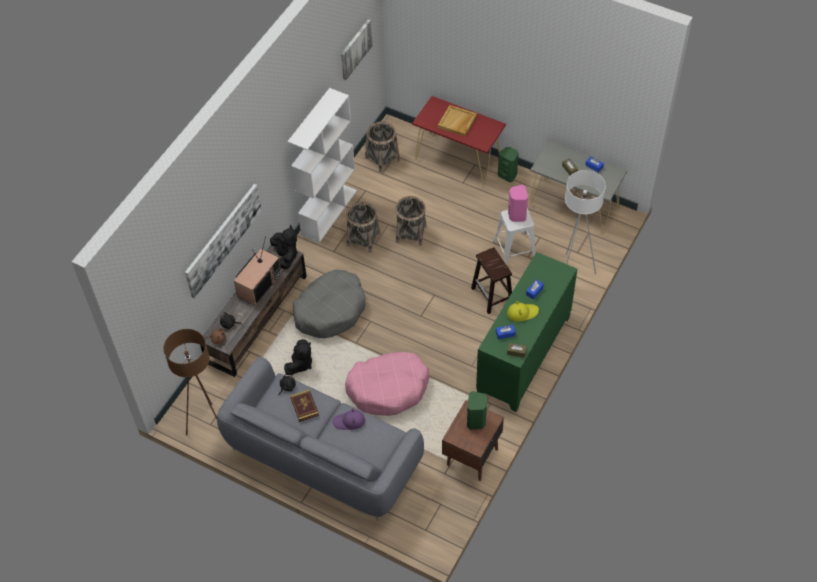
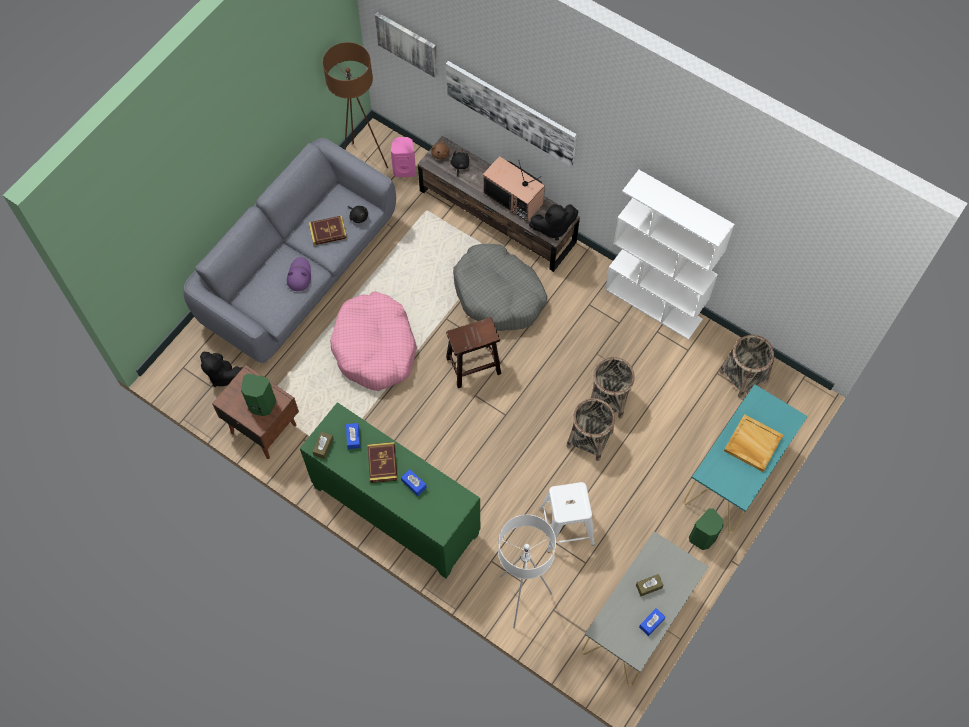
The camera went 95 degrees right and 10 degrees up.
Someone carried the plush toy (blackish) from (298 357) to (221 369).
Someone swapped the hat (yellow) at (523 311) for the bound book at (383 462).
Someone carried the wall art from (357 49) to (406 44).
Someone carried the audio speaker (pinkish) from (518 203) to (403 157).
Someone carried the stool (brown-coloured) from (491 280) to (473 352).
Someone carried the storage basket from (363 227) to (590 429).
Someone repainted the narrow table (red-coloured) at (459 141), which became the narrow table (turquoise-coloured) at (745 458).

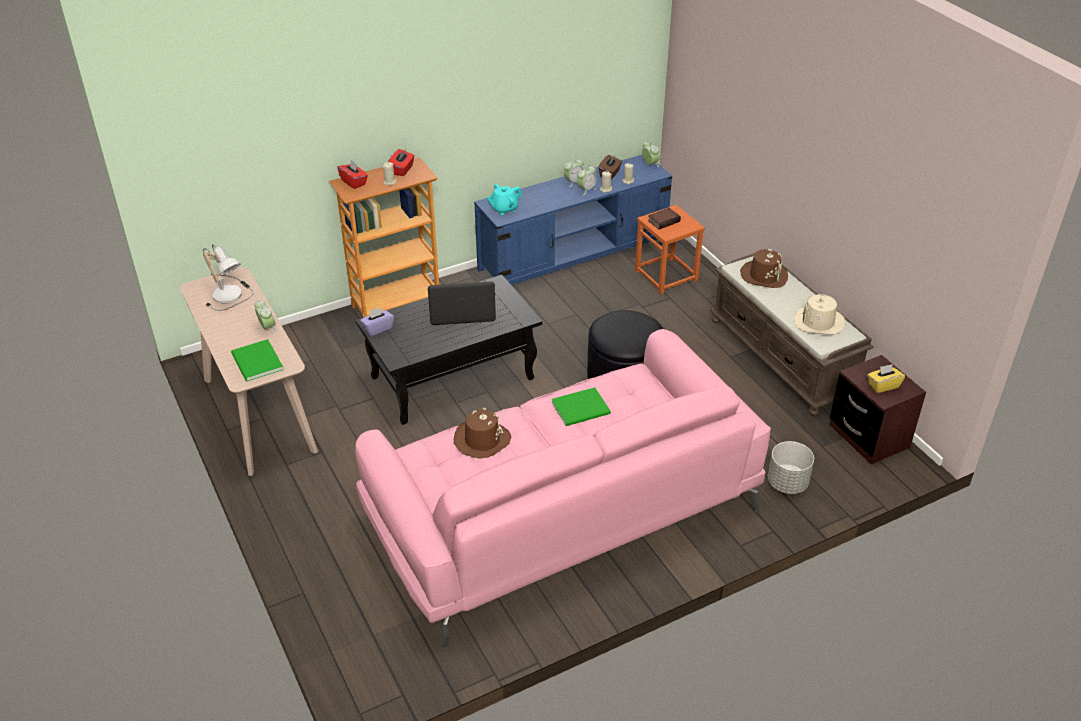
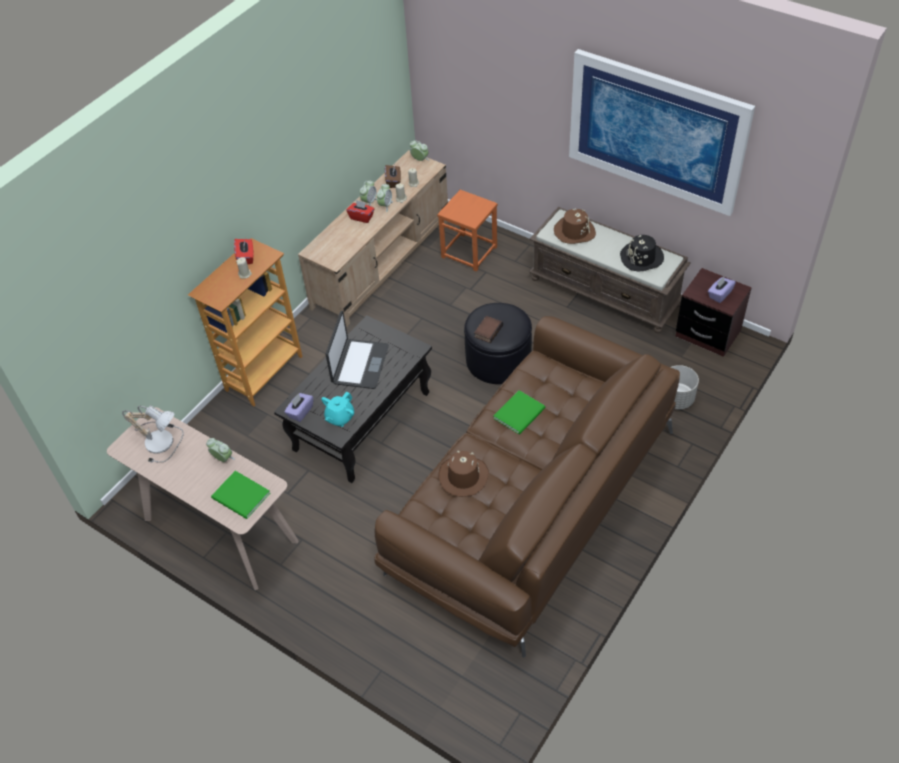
The camera went 25 degrees left and 10 degrees up.
Someone repainted the media console (blue) at (573 220), which became the media console (beige) at (373 238).
Someone carried the tea pot (turquoise-coloured) from (504 199) to (337 409).
Someone rotated the laptop at (462 303) by 135 degrees clockwise.
Someone carried the tissue box (red-coloured) from (352 174) to (360 211).
Someone repainted the sofa (pinkish) at (563 488), which became the sofa (brown-coloured) at (527 487).
Someone carried the bound book from (664 219) to (488 329).
Someone put up the wall art at (662 132).
Someone repainted the hat (beige) at (819 314), which became the hat (blackish) at (642 253).
Someone repainted the tissue box (yellow) at (886 378), which became the tissue box (purplish) at (722 290).

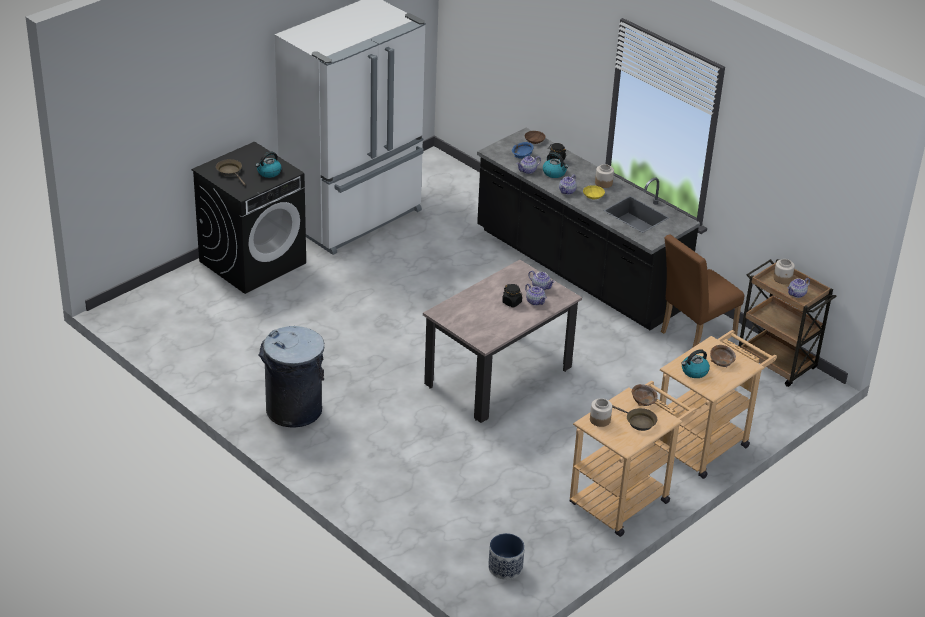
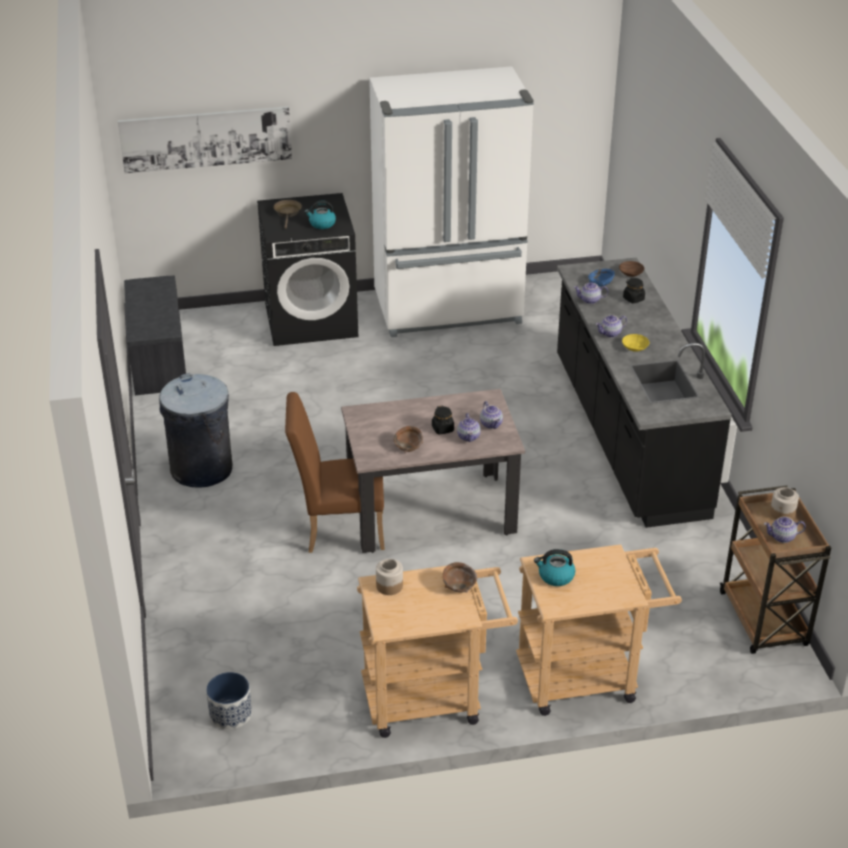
The camera went 35 degrees right and 0 degrees up.
Someone put up the wall art at (205 140).
Someone put down the long seat (grey) at (155 335).
Someone carried the plain chair (brown-coloured) from (703 291) to (334 472).
Someone carried the serving bowl (brown-coloured) from (723 356) to (408 439).
Someone took away the water kettle at (555 165).
Someone took away the storage jar at (604 176).
Someone took away the pan (brown-coloured) at (634 418).

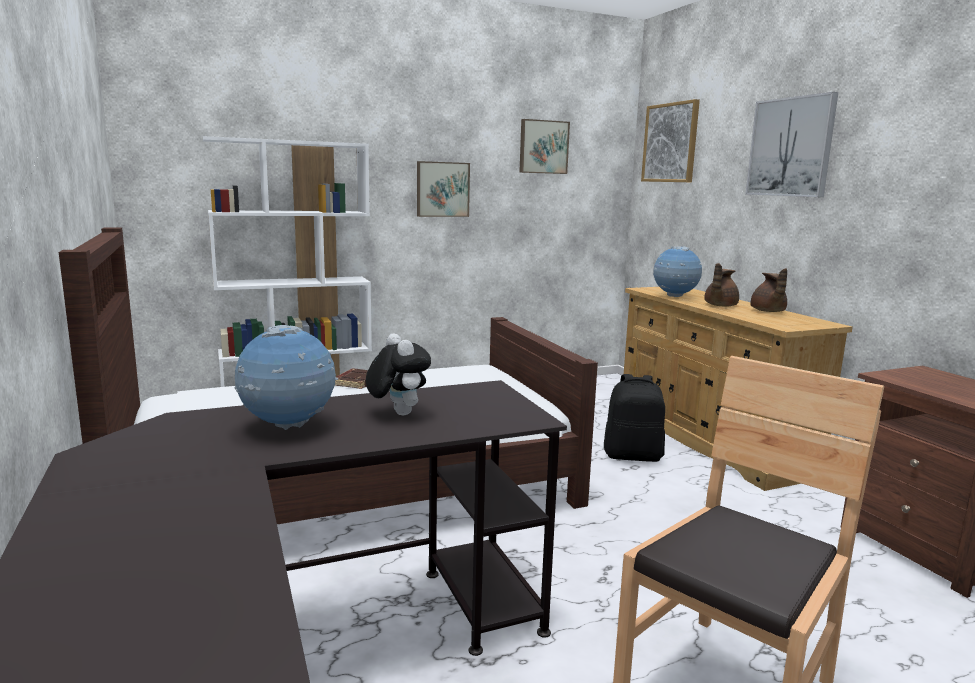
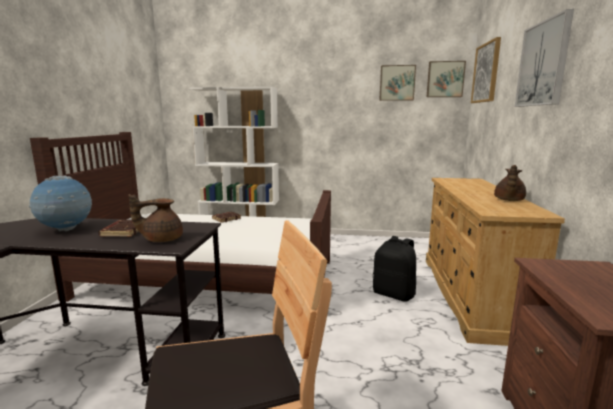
The camera went 30 degrees right and 0 degrees up.
Someone swapped the plush toy at (398 374) for the bound book (brown-coloured) at (118 228).
Someone carried the tea pot (brown-coloured) from (721 285) to (155 218).
Someone carried the wall art from (443 189) to (446 79).
Someone took away the globe at (677 271).

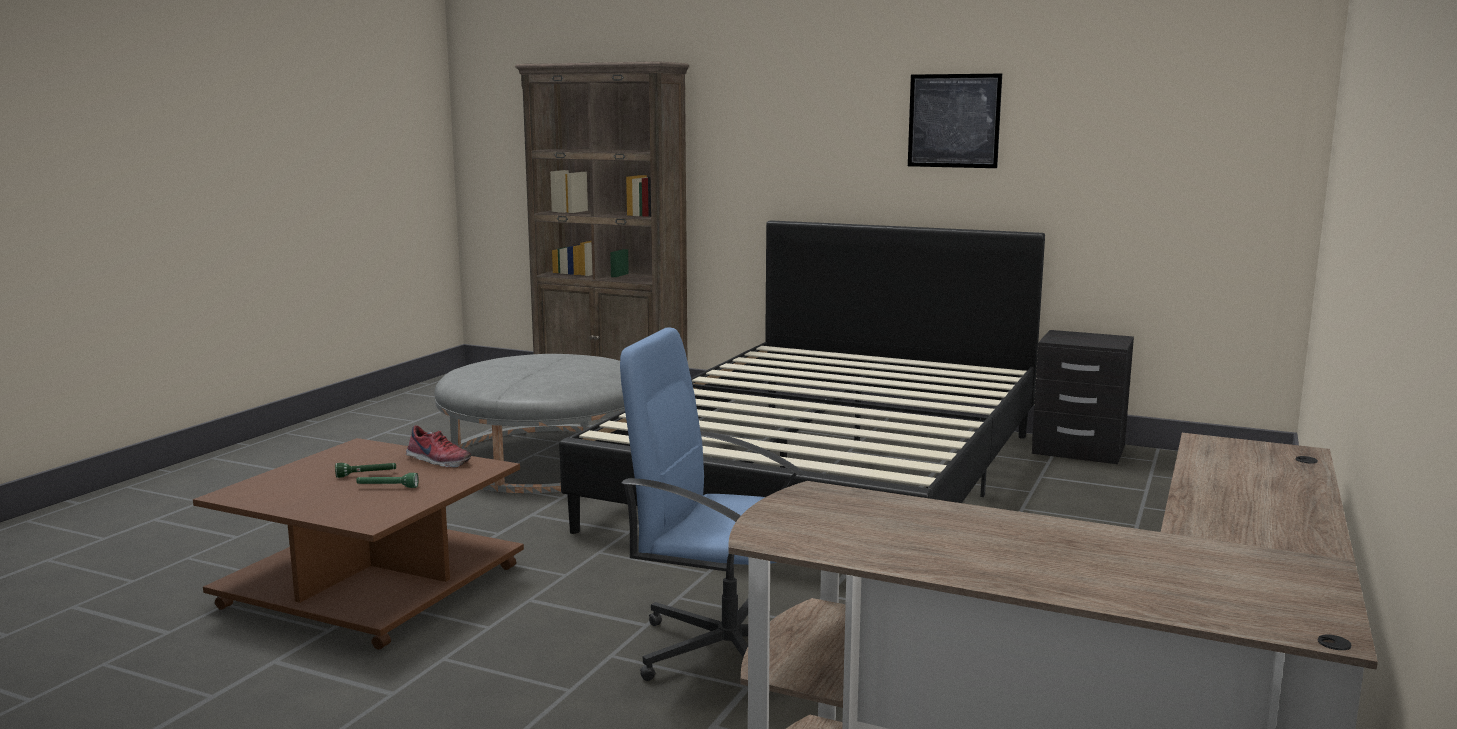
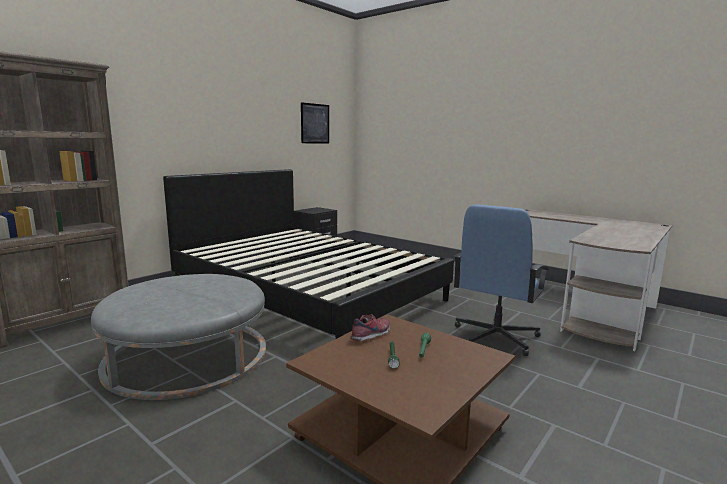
The camera went 75 degrees left and 0 degrees up.
Someone carried the wall art from (955 121) to (315 122).

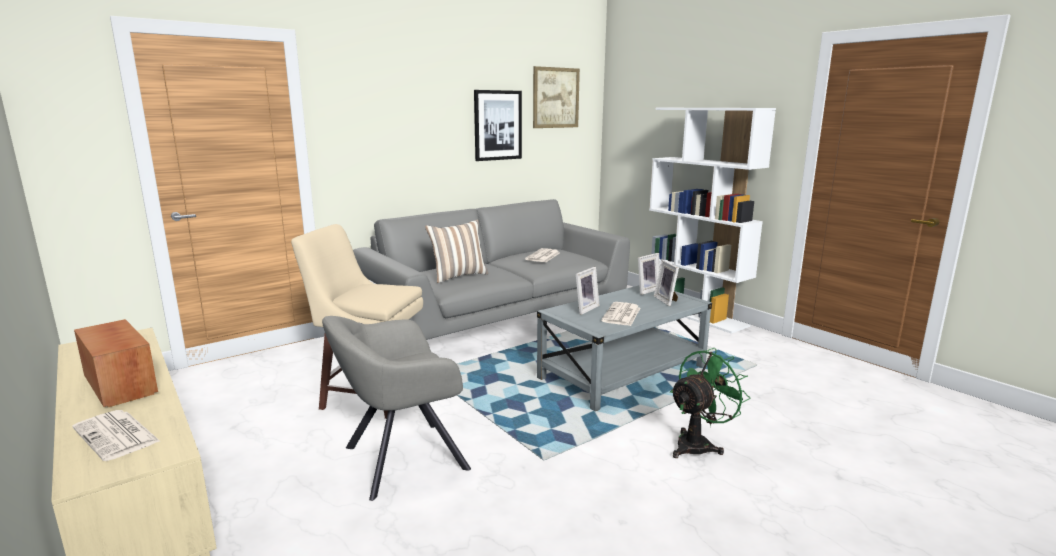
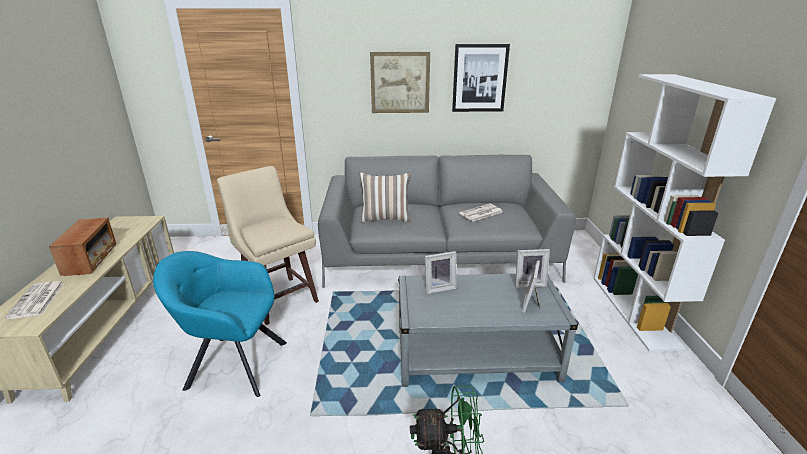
The camera went 35 degrees right and 10 degrees up.
Someone repainted the lounge chair (grey) at (396 408), which became the lounge chair (turquoise-coloured) at (220 324).
Someone carried the wall art from (556 97) to (400 82).
Someone took away the daily paper at (620 314).

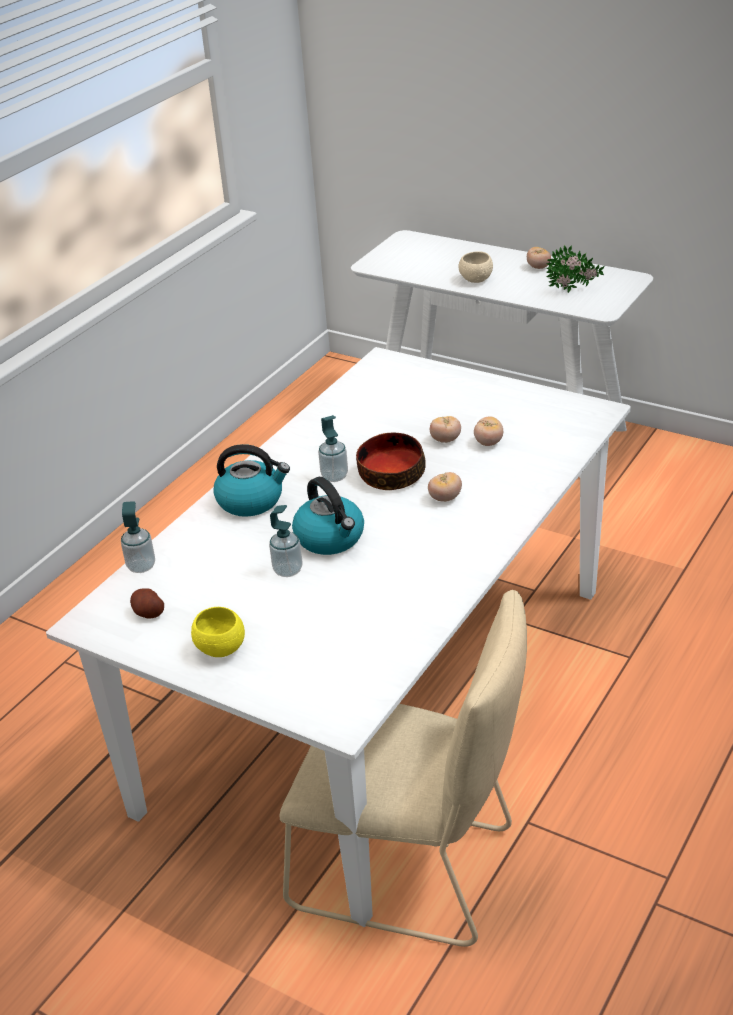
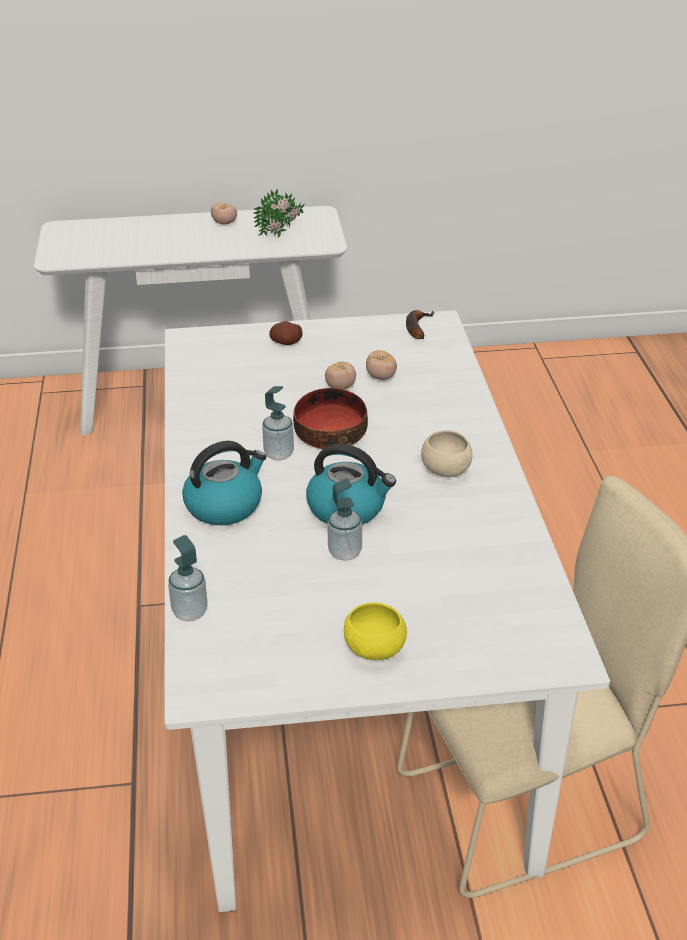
The camera went 40 degrees left and 0 degrees up.
Someone carried the whole potato from (147 603) to (285 333).
Someone put down the banana fruit at (420 324).
Someone carried the serving bowl (beige) from (475 267) to (447 453).
Someone took away the tomato at (445 487).

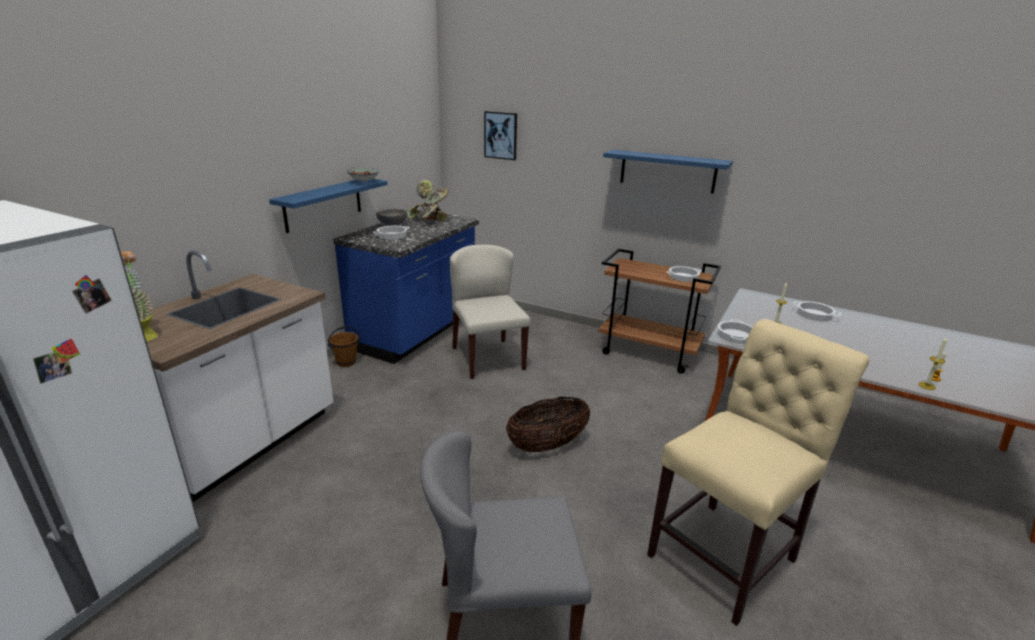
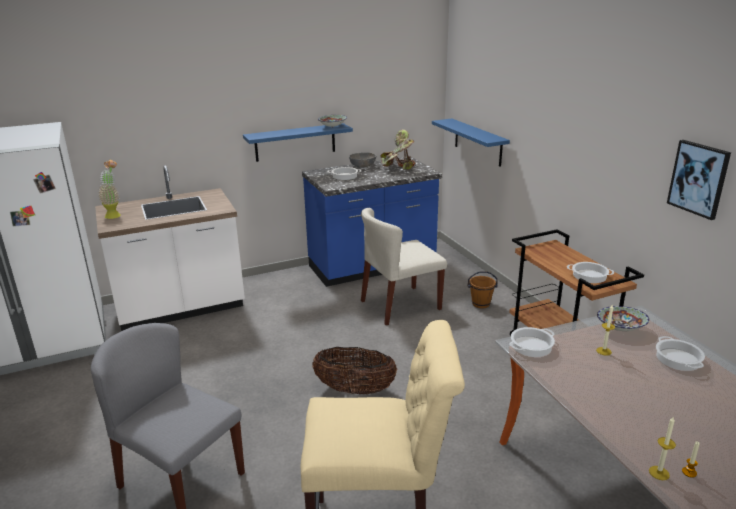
The camera went 40 degrees right and 0 degrees up.
Someone rotated the plain chair (beige) at (490 312) by 135 degrees counterclockwise.
Someone carried the bracket shelf (blue) from (668 172) to (471 143).
Someone carried the pail (brown-coloured) from (344 346) to (482 289).
Someone put down the serving bowl at (623 318).
Someone carried the wall art from (500 135) to (699 180).

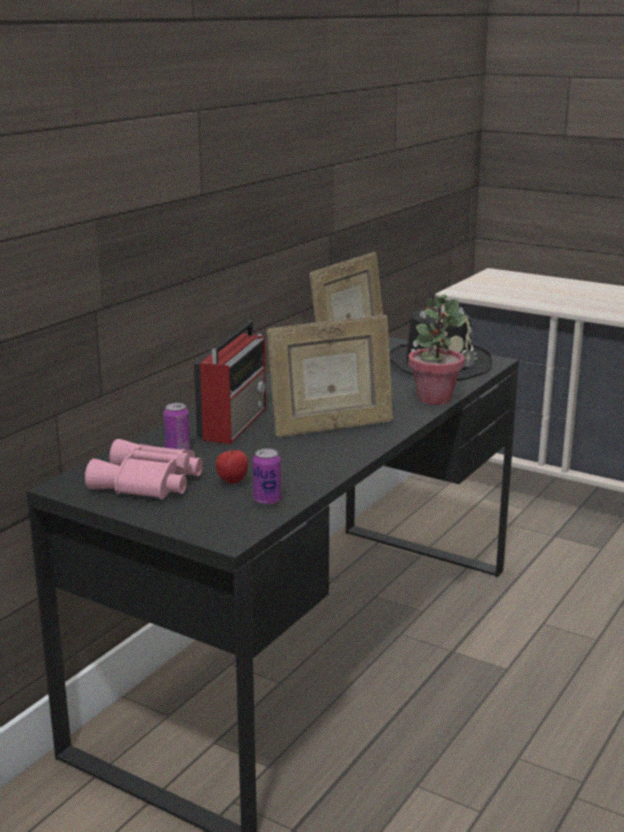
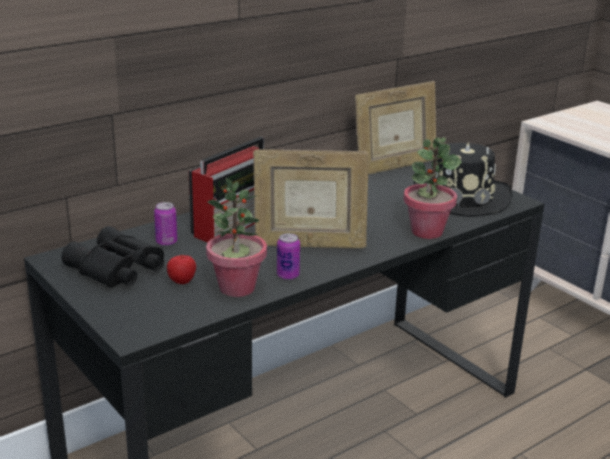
The camera went 20 degrees right and 5 degrees up.
Someone repainted the field glasses (pinkish) at (144 469), which became the field glasses (blackish) at (113 257).
Someone put down the plant in a pot at (236 237).
Someone carried the can from (267 476) to (288 256).

